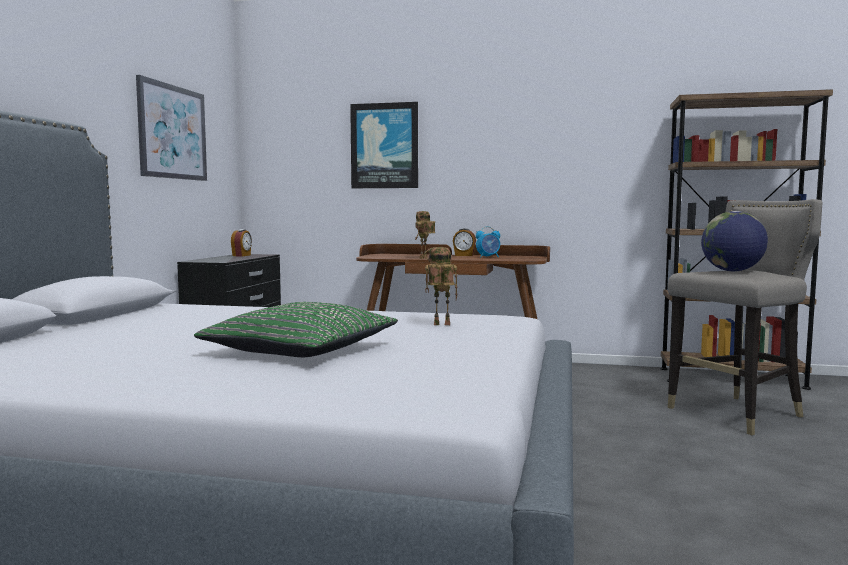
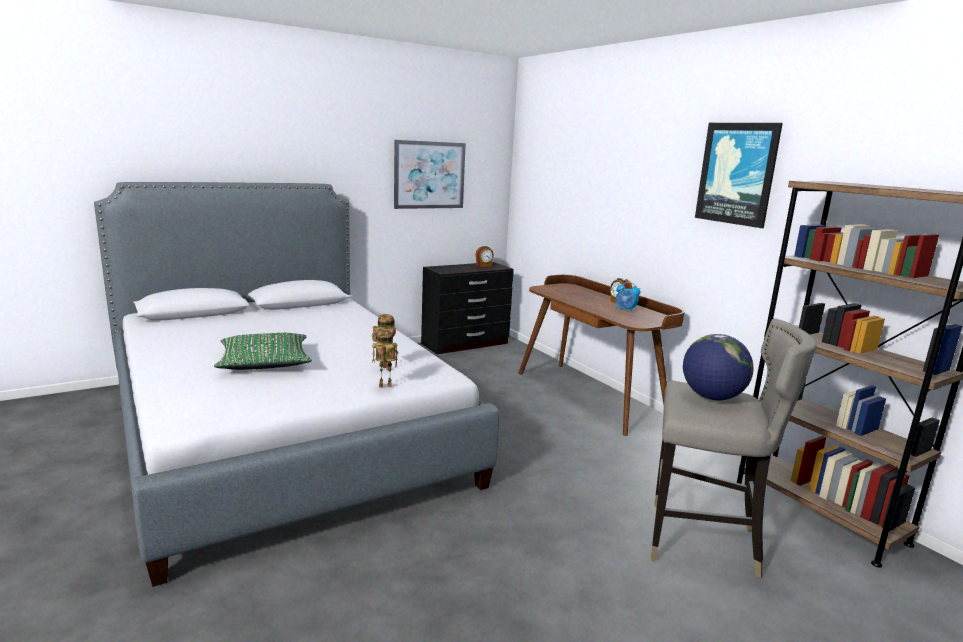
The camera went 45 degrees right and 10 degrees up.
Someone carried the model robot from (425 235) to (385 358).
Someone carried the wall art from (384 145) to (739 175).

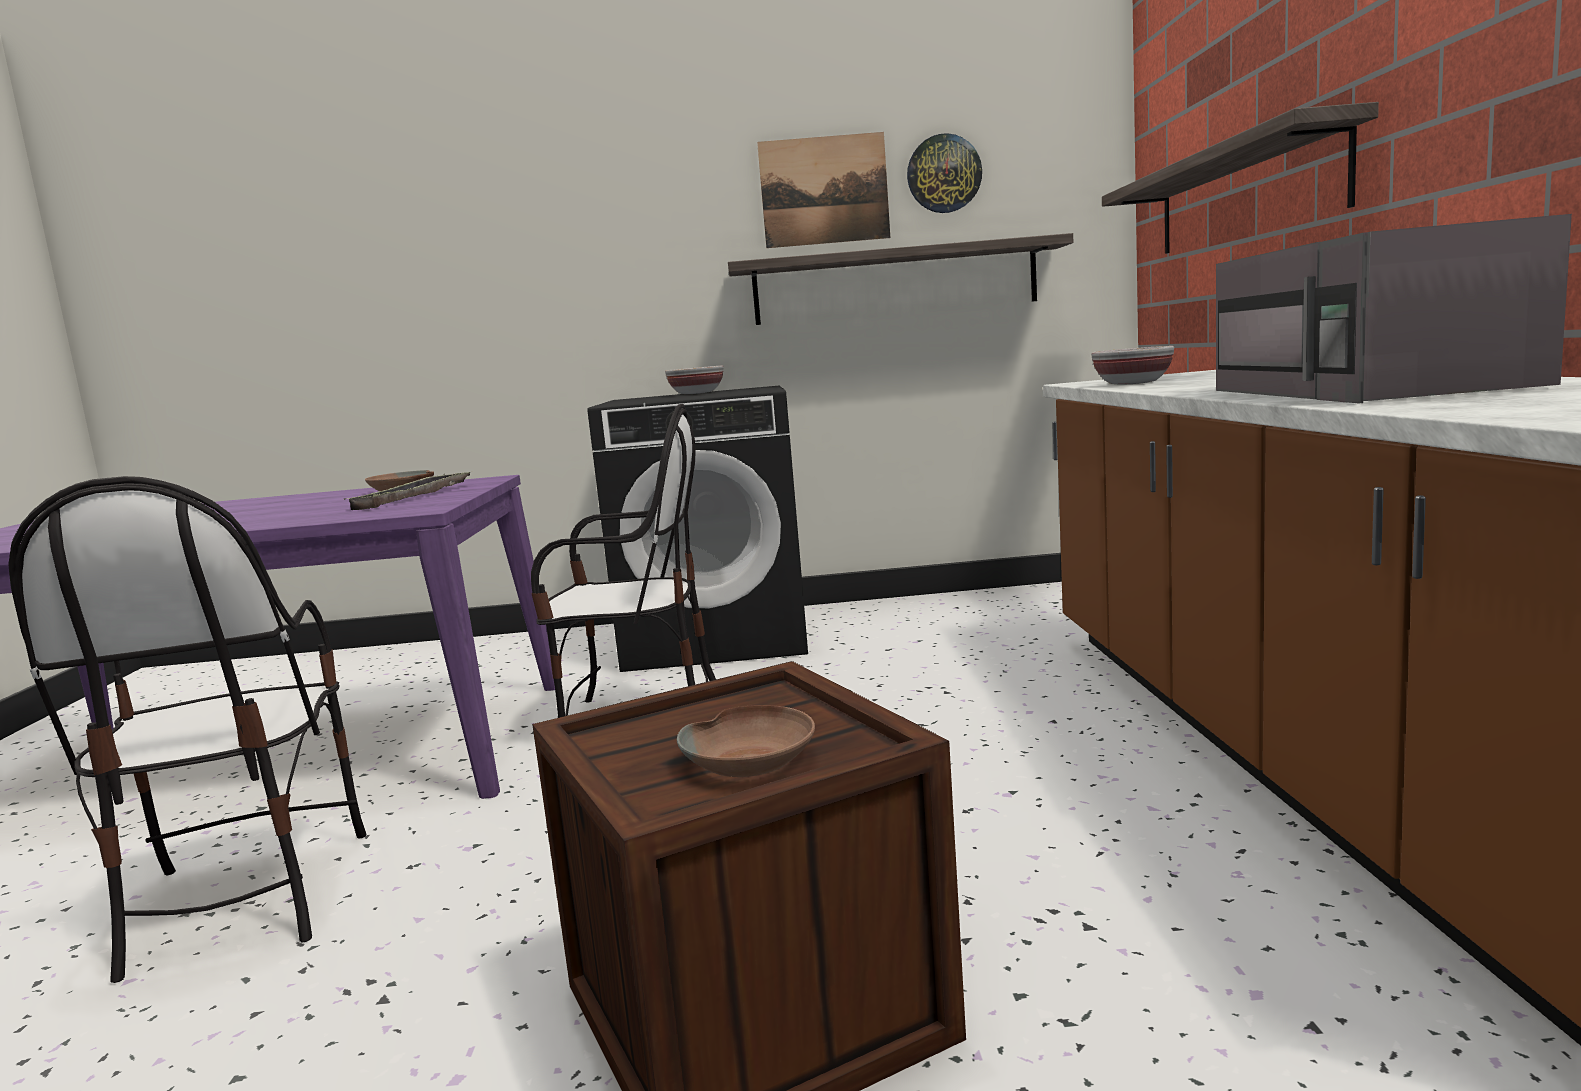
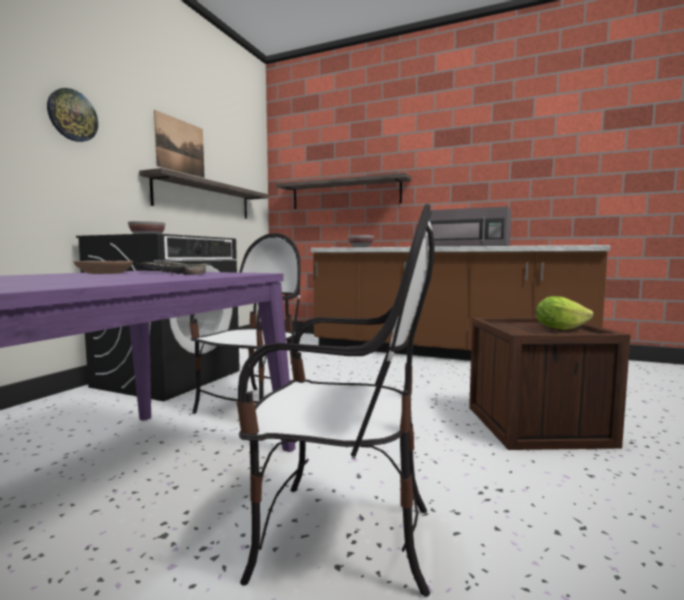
The camera went 65 degrees left and 5 degrees down.
Someone carried the wall clock from (944 173) to (72 115).
Someone swapped the serving bowl (brown-coloured) at (746 741) for the head of lettuce at (565 313).

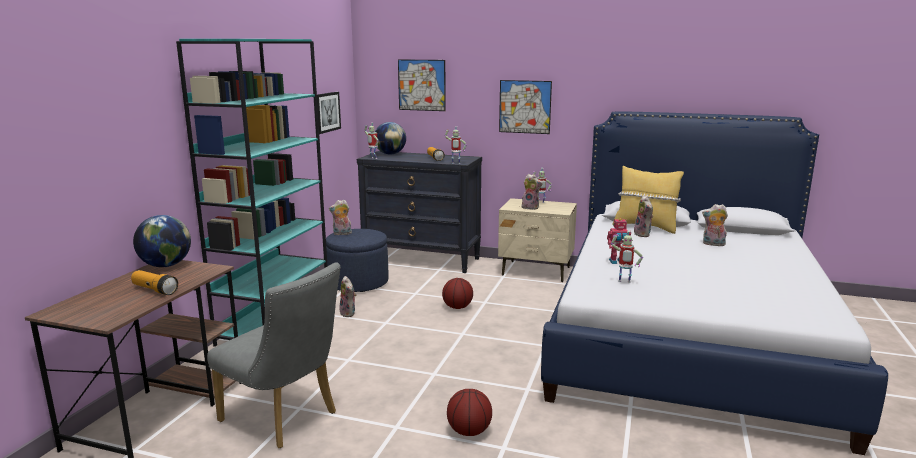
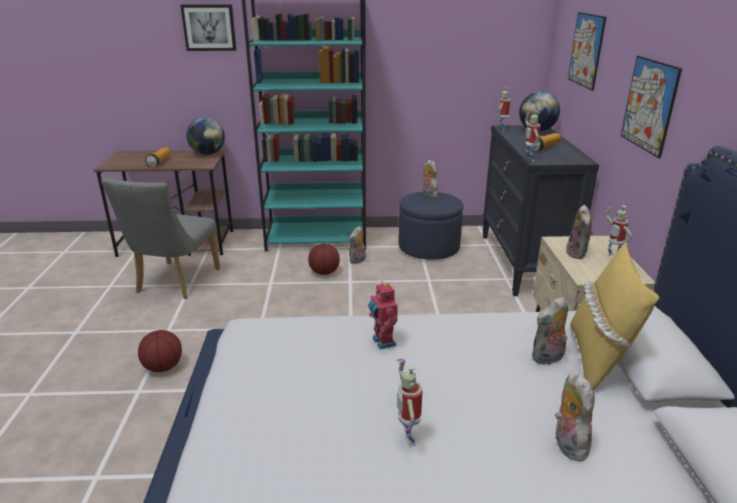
The camera went 70 degrees right and 10 degrees up.
Someone carried the wall art from (329 113) to (208 28).
Someone carried the ball for basketball from (457 293) to (324 259).
Someone carried the model robot from (627 257) to (409 402).

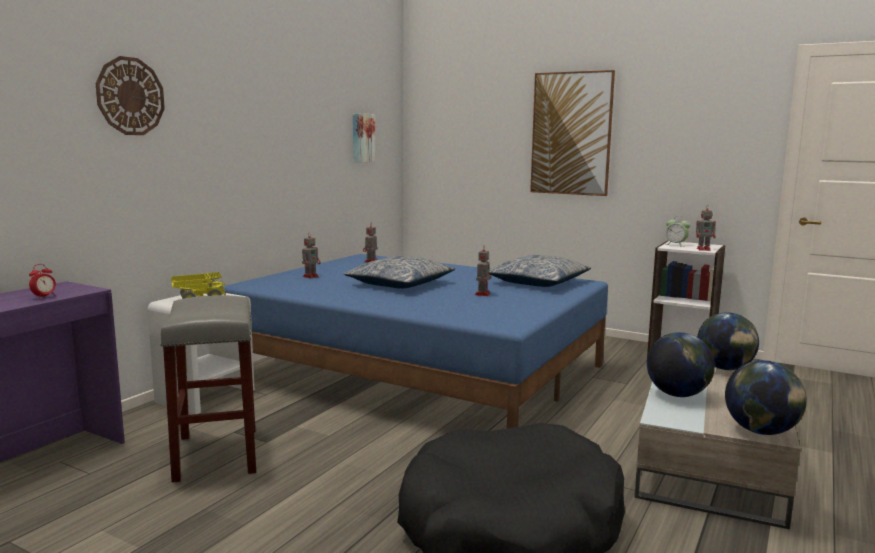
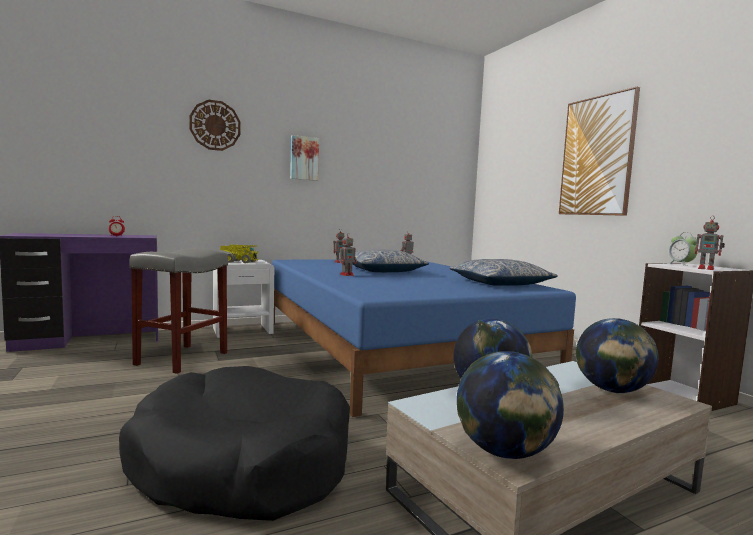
The camera went 35 degrees right and 5 degrees down.
Someone carried the wall art from (364 138) to (304 158).
Someone carried the model robot from (483 271) to (348 254).

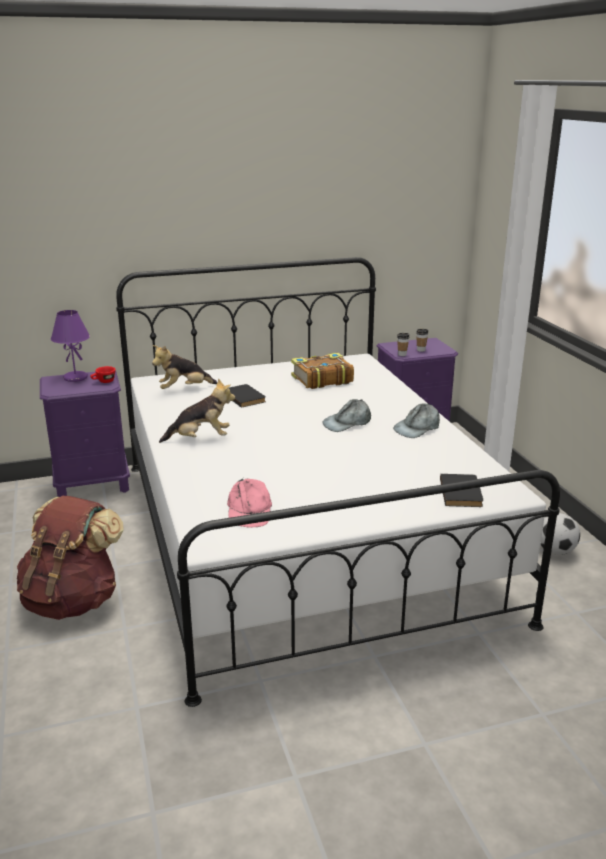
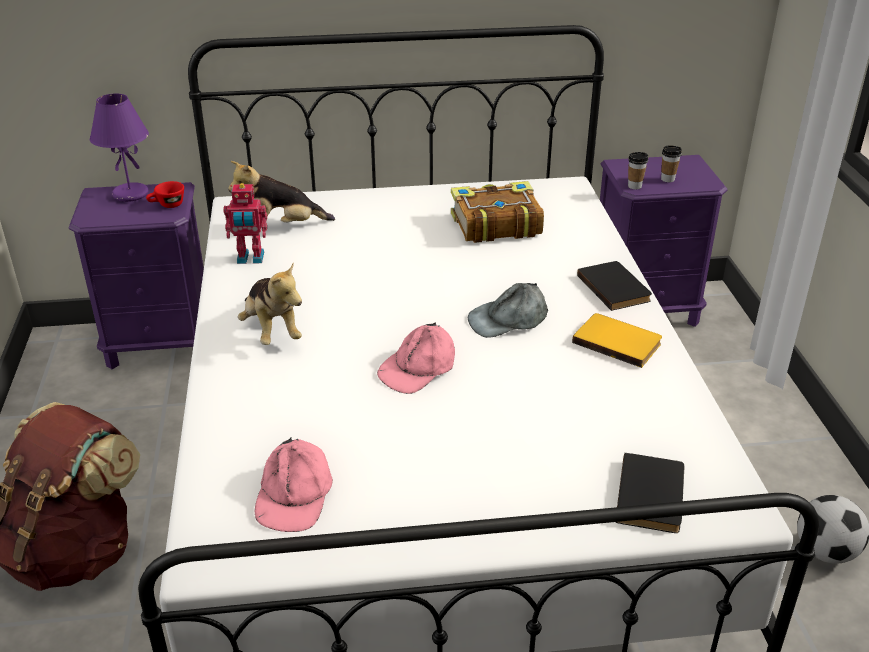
The camera went 10 degrees right and 10 degrees up.
Someone put down the model robot at (245 223).
Someone rotated the plush toy at (197 410) by 60 degrees clockwise.
Someone put down the cap (pinkish) at (416 358).
Someone swapped the cap (grey) at (416 420) for the bound book (yellow) at (617 340).
Someone carried the bound book (blackish) from (247 396) to (614 286).

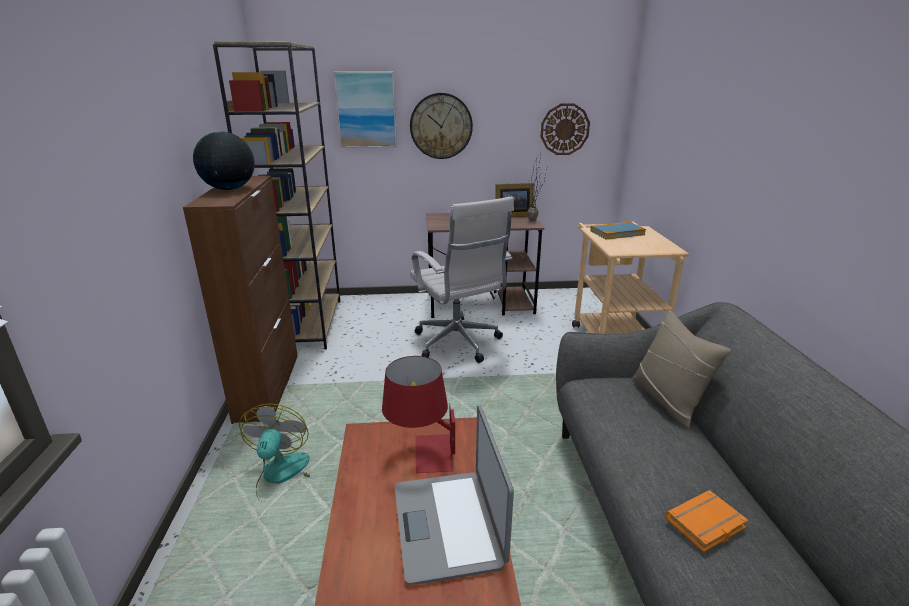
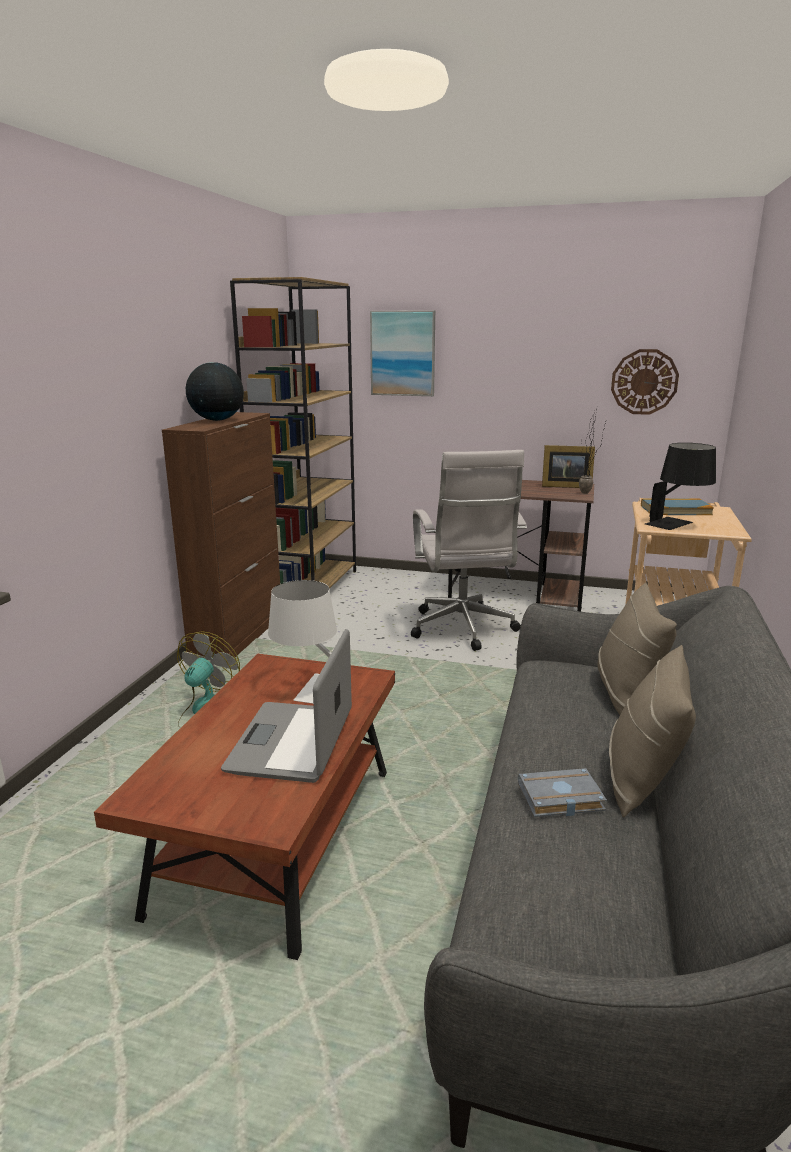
The camera went 20 degrees right and 5 degrees down.
Someone repainted the tabletop lamp (red-coloured) at (418 414), which became the tabletop lamp (white) at (302 642).
Someone repainted the bound book (orange-coloured) at (706 521), which became the bound book (grey) at (562 792).
Someone put down the throw pillow (beige) at (652 731).
Someone put down the tabletop lamp (blackish) at (680 486).
Someone took away the wall clock at (441 126).

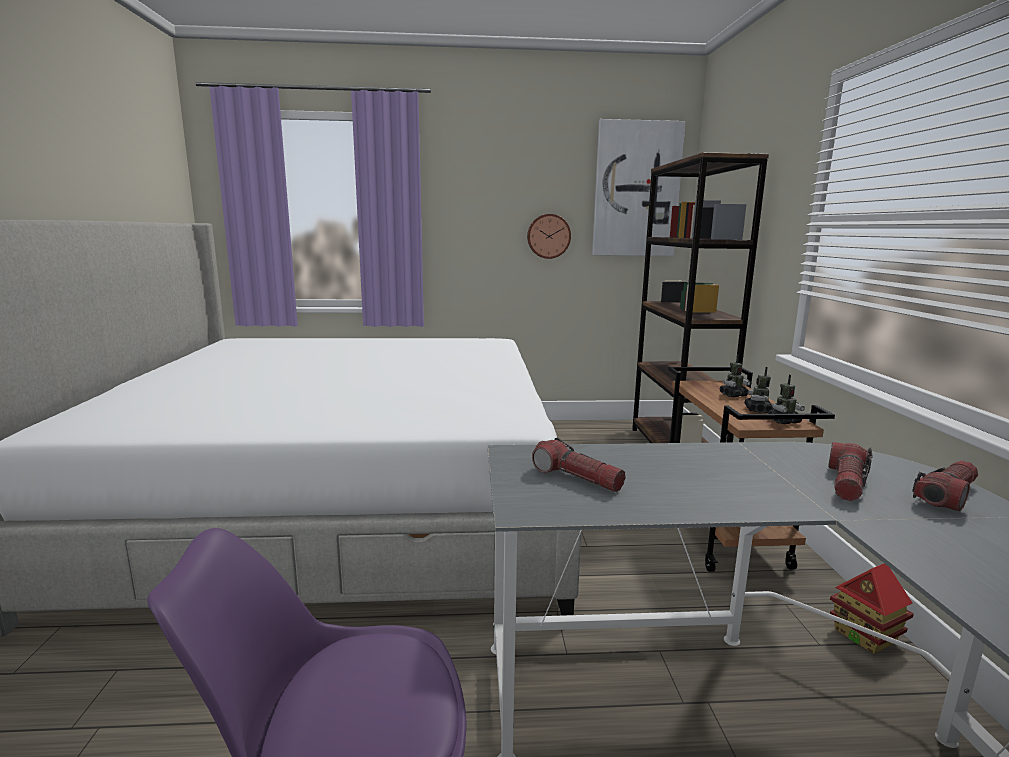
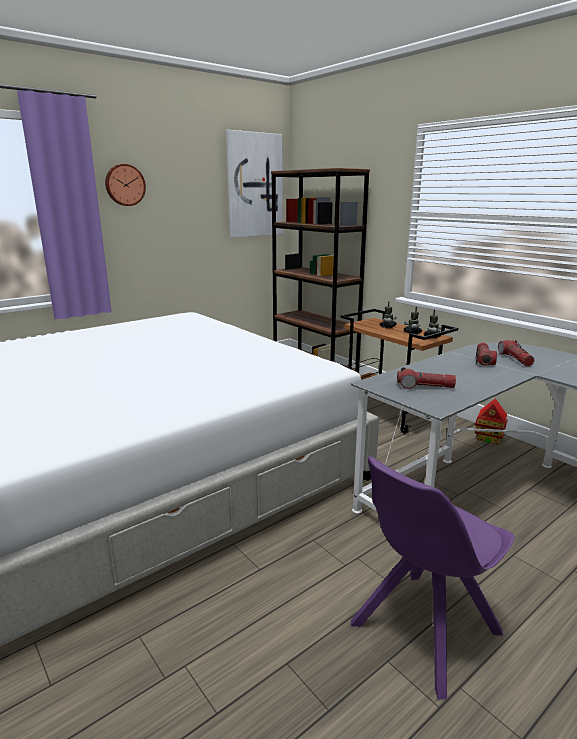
The camera went 35 degrees left and 5 degrees up.
Someone carried the wall clock from (549 236) to (125 185).
Someone carried the hand torch from (945 486) to (486 354).

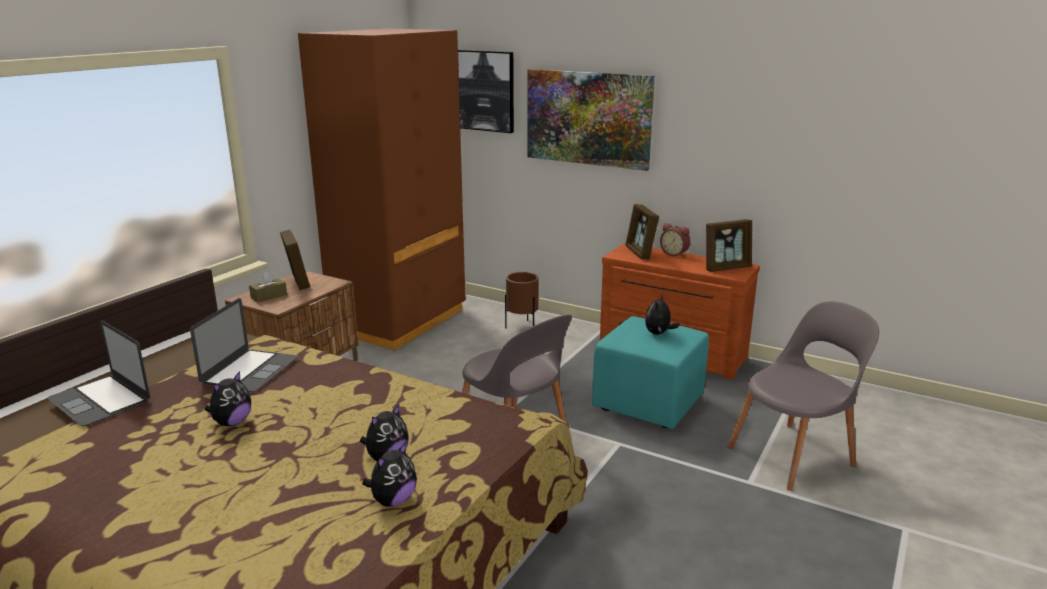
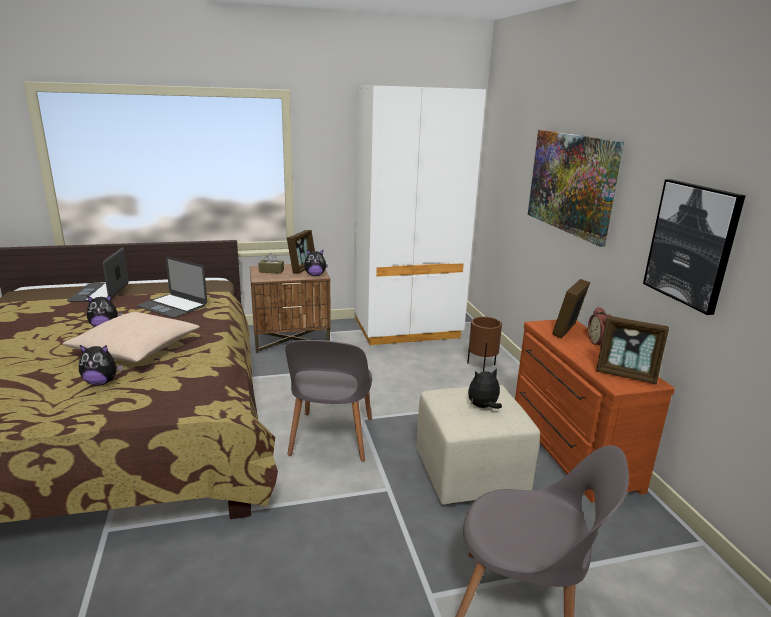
The camera went 45 degrees right and 0 degrees up.
Someone put down the throw pillow (beige) at (131 337).
Someone rotated the laptop at (244 345) by 60 degrees clockwise.
Someone carried the plush toy from (389 474) to (316 263).
Someone repainted the clothes cupboard (brown-coloured) at (381 189), which became the clothes cupboard (white) at (420 215).
Someone repainted the footrest (turquoise-coloured) at (650 372), which became the footrest (beige) at (478 445).
Someone carried the wall art from (486 91) to (694 247).

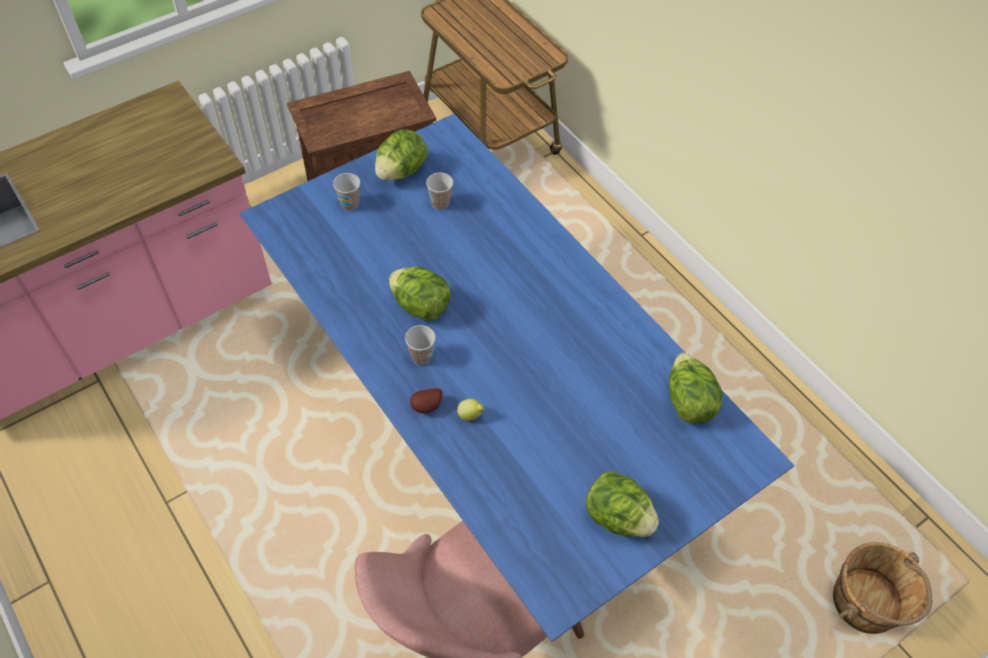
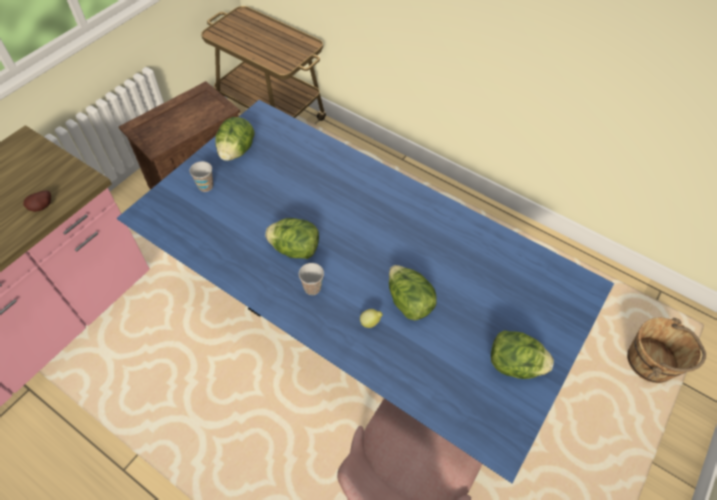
The camera went 20 degrees left and 0 degrees up.
Someone carried the whole potato from (426 401) to (37 201).
Someone carried the head of lettuce from (696 388) to (413 293).
Someone took away the drinking cup at (439 191).

